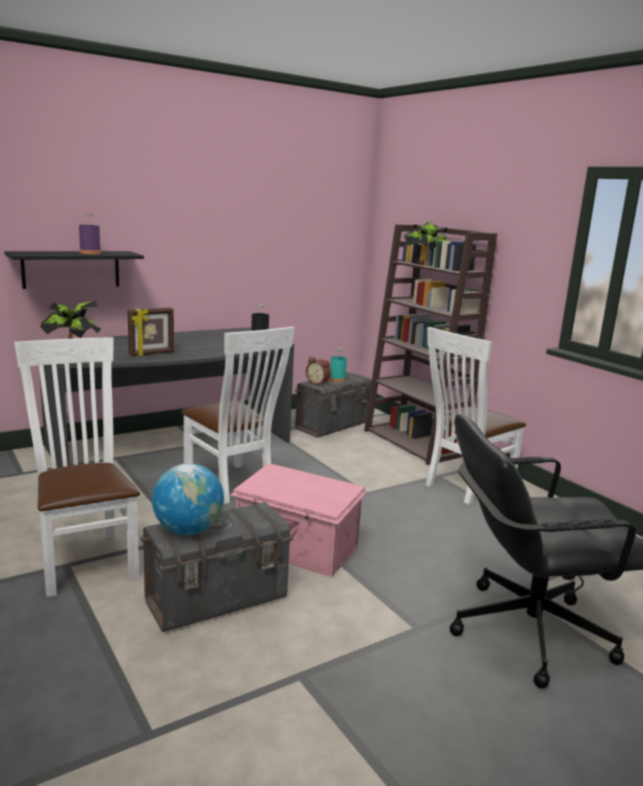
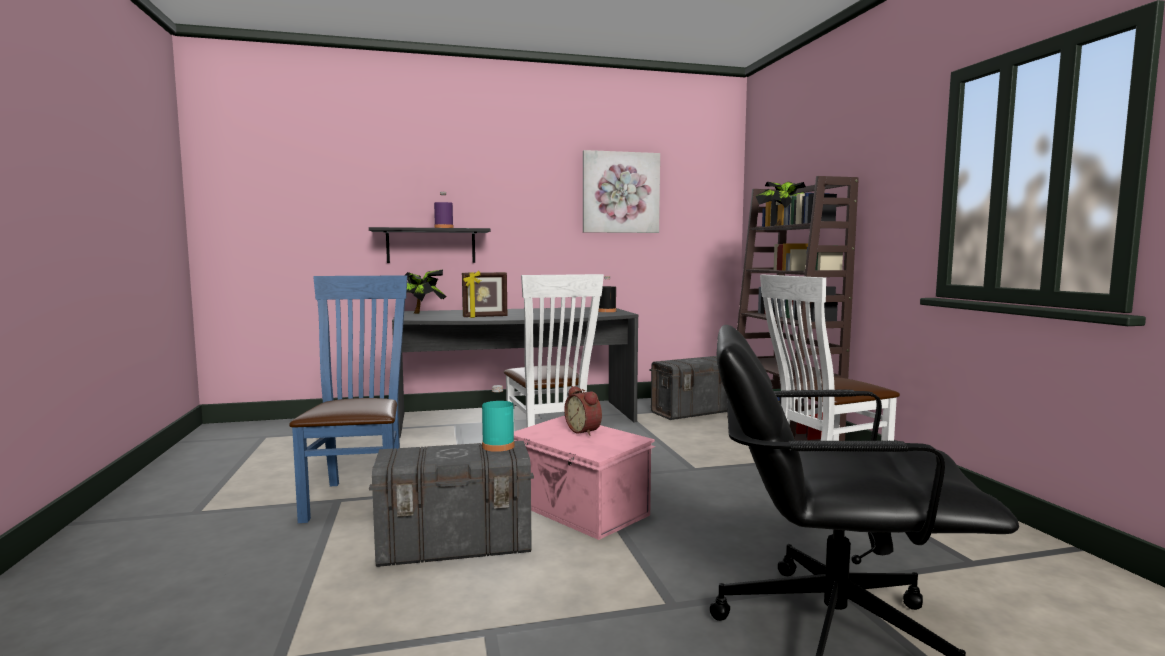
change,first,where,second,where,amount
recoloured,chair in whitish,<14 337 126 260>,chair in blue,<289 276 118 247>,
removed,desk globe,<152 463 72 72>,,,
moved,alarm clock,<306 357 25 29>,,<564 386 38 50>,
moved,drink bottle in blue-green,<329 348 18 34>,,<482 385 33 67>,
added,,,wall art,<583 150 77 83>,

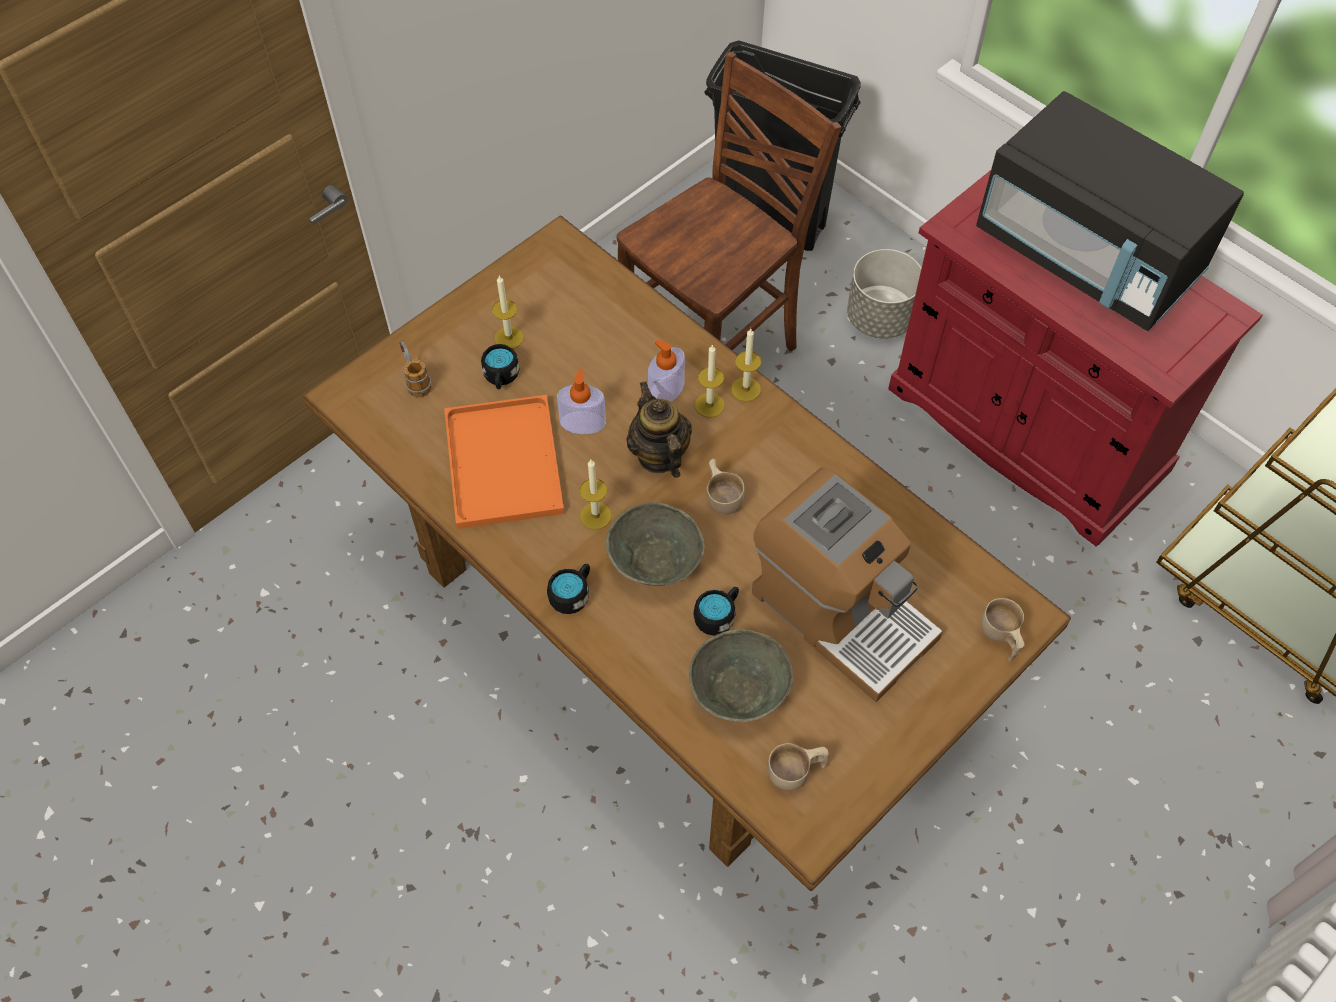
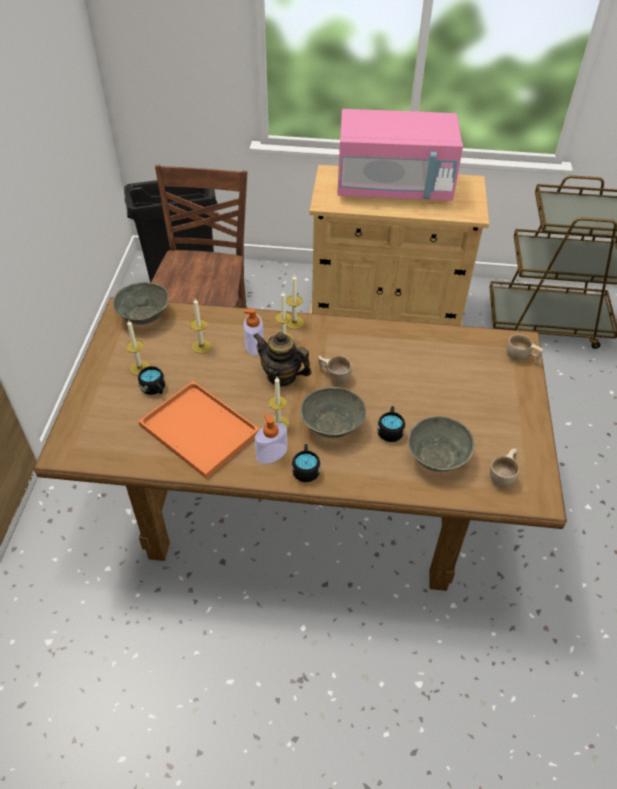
change,first,where,second,where,amount
removed,coffee mug,<399 341 33 57>,,,
moved,liquid soap bottle,<557 370 49 64>,,<255 413 32 51>,
removed,coffee machine,<752 467 191 235>,,,
removed,planter in grey,<847 249 75 90>,,,
recoloured,cabinet in red-coloured,<888 170 374 377>,cabinet in beige,<310 165 179 161>,
recoloured,microwave oven in black-coloured,<976 91 268 240>,microwave oven in pink,<337 109 126 91>,
added,,,serving bowl in grey,<113 282 56 43>,
added,,,wax light,<190 299 22 55>,

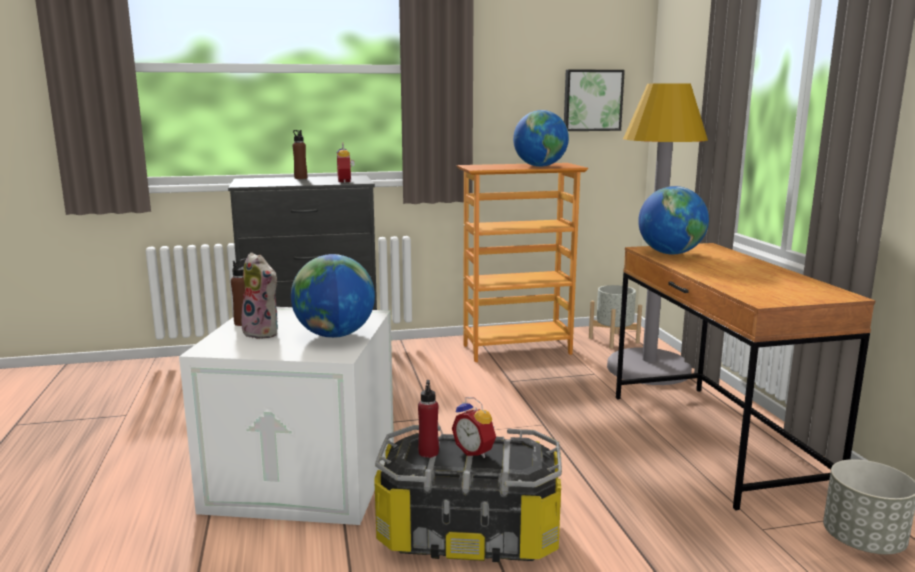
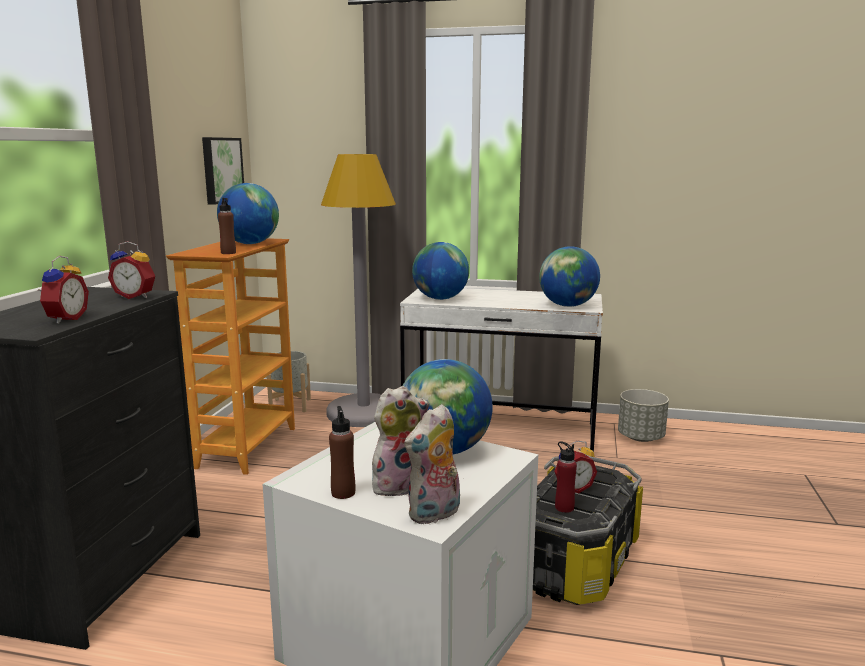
change,first,where,second,where,amount
moved,drink bottle in brown,<293 130 14 49>,,<218 198 18 56>,
recoloured,desk in brown,<616 243 259 268>,desk in whitish,<400 288 203 164>,
added,,,alarm clock,<38 256 51 68>,
added,,,plush toy,<404 404 56 120>,
added,,,desk globe,<539 246 61 61>,

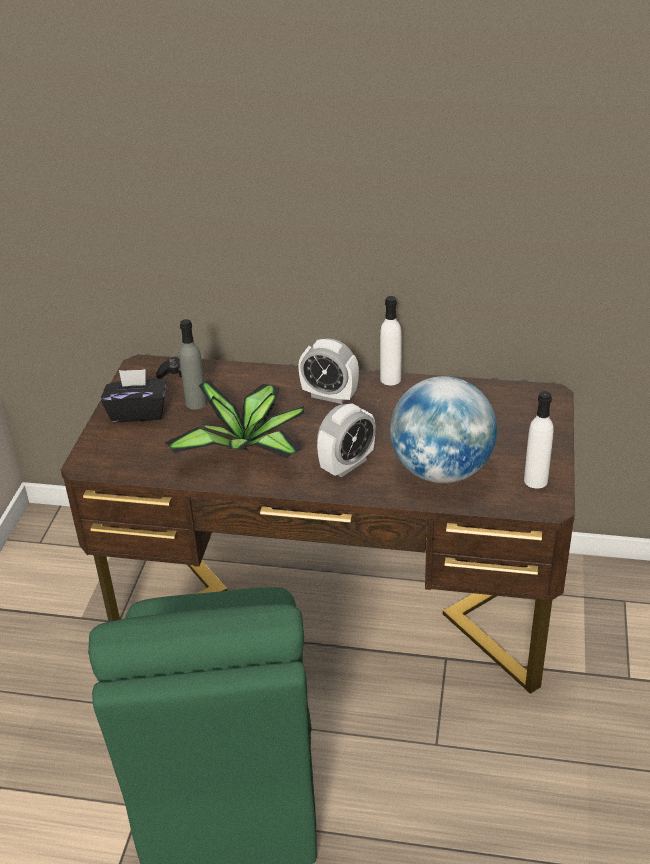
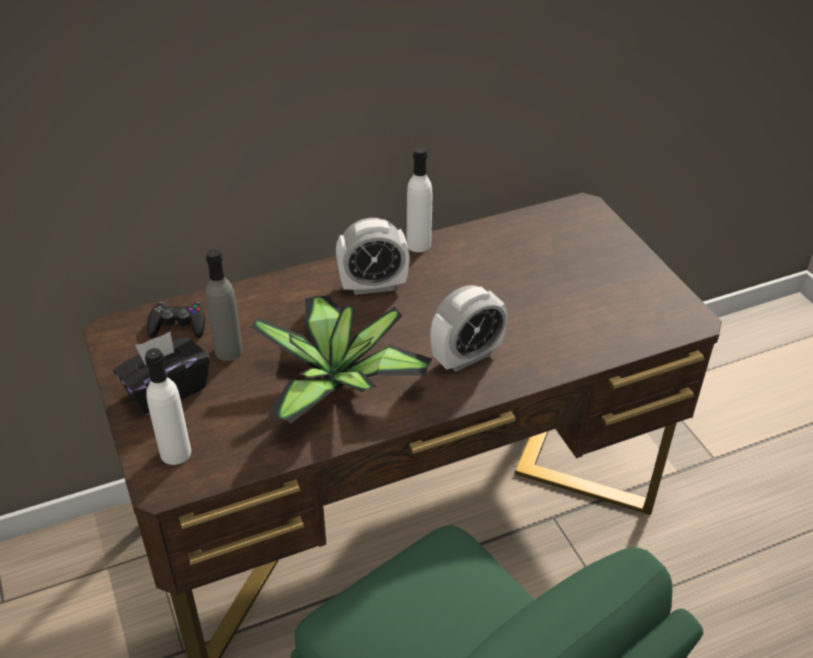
change,first,where,second,where,amount
turned,alarm clock,<317 403 59 74>,,<431 285 76 87>,45 degrees clockwise
removed,desk globe,<390 376 107 107>,,,
moved,drink bottle in whitish,<524 391 30 98>,,<145 348 46 117>,

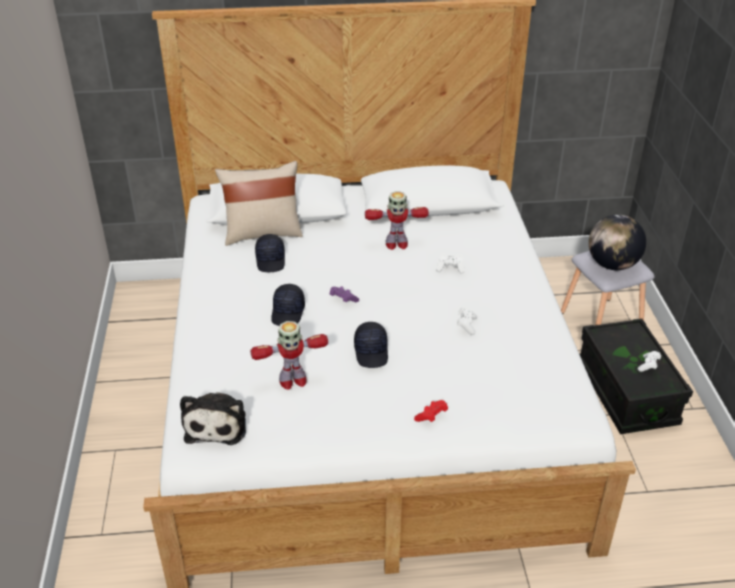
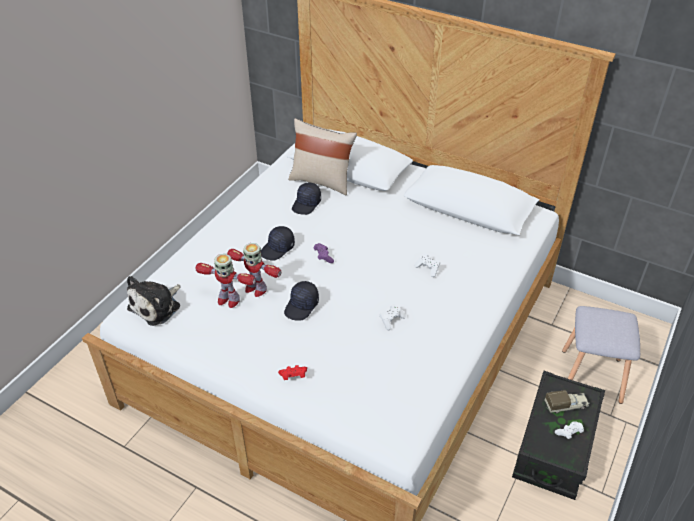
change,first,where,second,where,amount
moved,toy robot,<365 191 64 59>,,<227 243 54 54>,
removed,desk globe,<589 214 57 56>,,,
added,,,toy lorry,<545 390 44 23>,

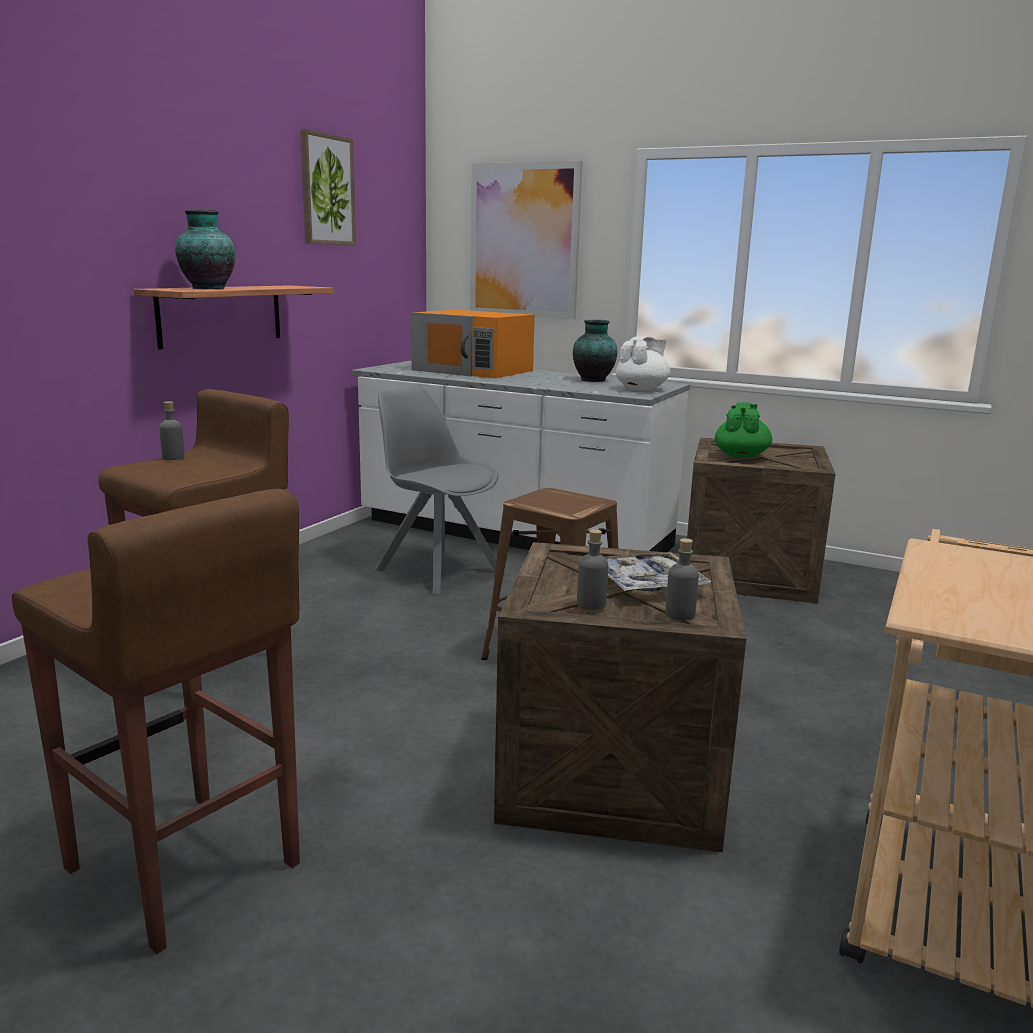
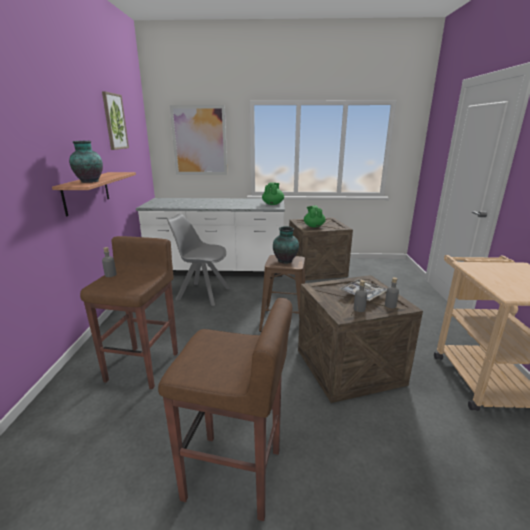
change,first,where,second,where,amount
removed,microwave oven in orange,<411 310 124 68>,,,
moved,flower vase,<573 319 44 63>,,<273 226 26 38>,
recoloured,teapot in whitish,<615 336 55 55>,teapot in green,<262 182 22 23>,

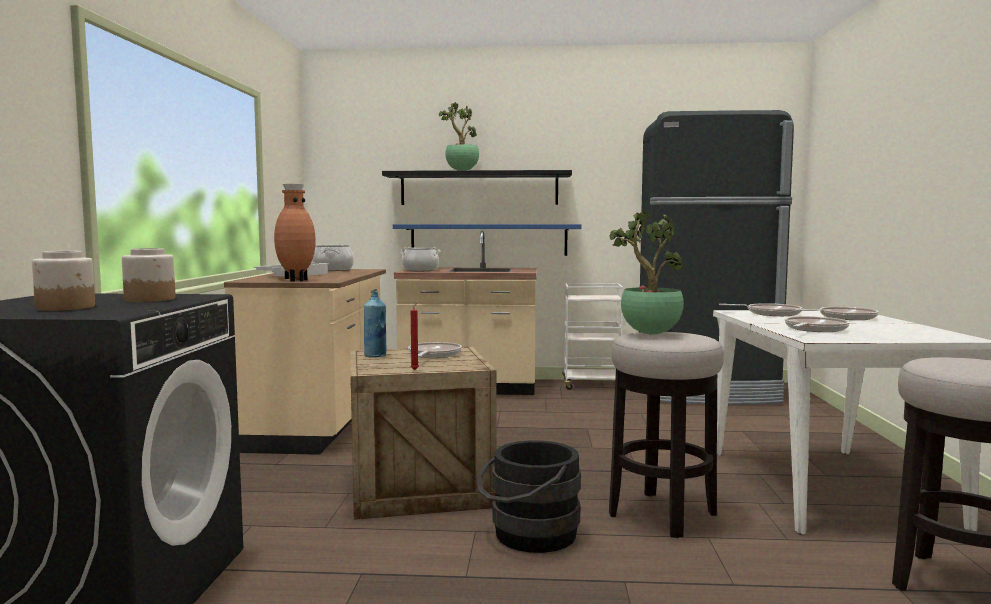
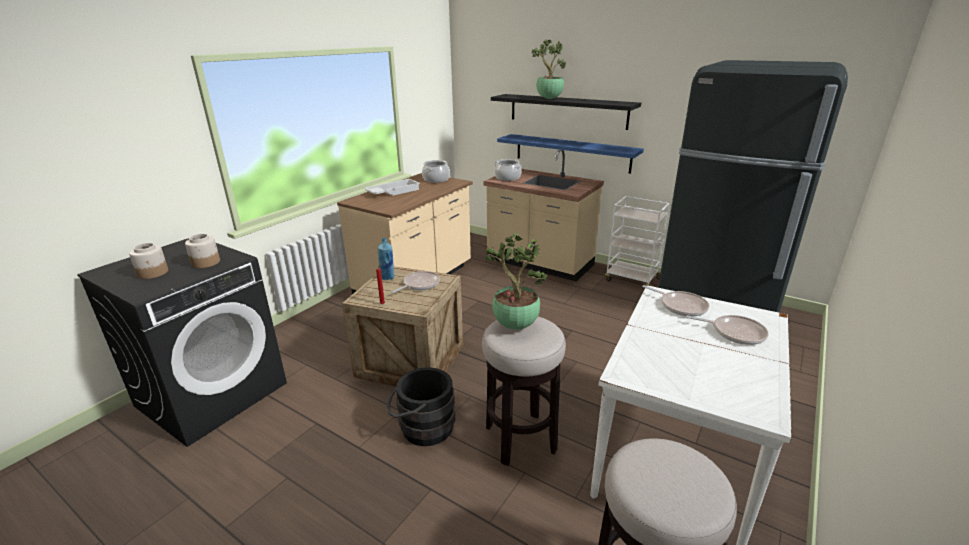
change,first,where,second,where,amount
removed,flower vase in brown,<274 184 42 98>,,,
removed,skillet,<785 316 64 16>,,,

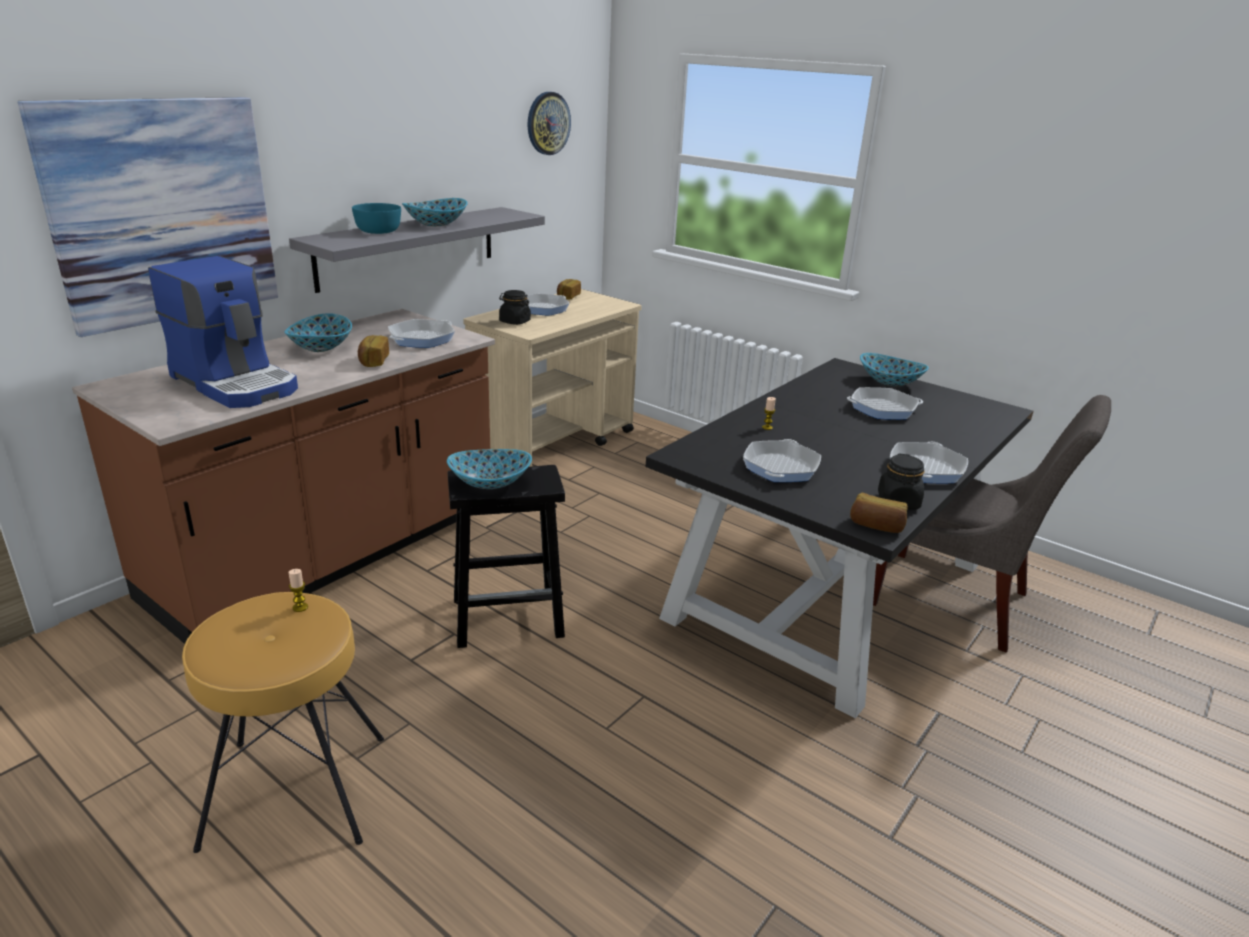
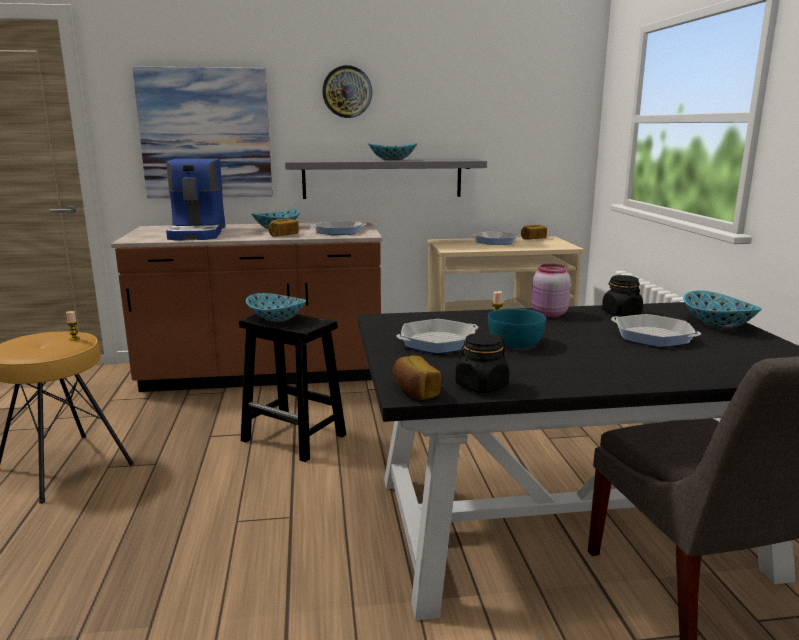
change,first,where,second,where,amount
moved,serving bowl in blue-green,<352 203 49 31>,,<488 308 58 40>,
moved,storage jar in black-coloured,<499 290 32 35>,,<602 275 41 41>,
moved,wall clock,<527 92 44 63>,,<322 65 50 53>,
removed,skillet,<890 442 78 41>,,,
added,,,storage jar in pink,<532 264 39 53>,

